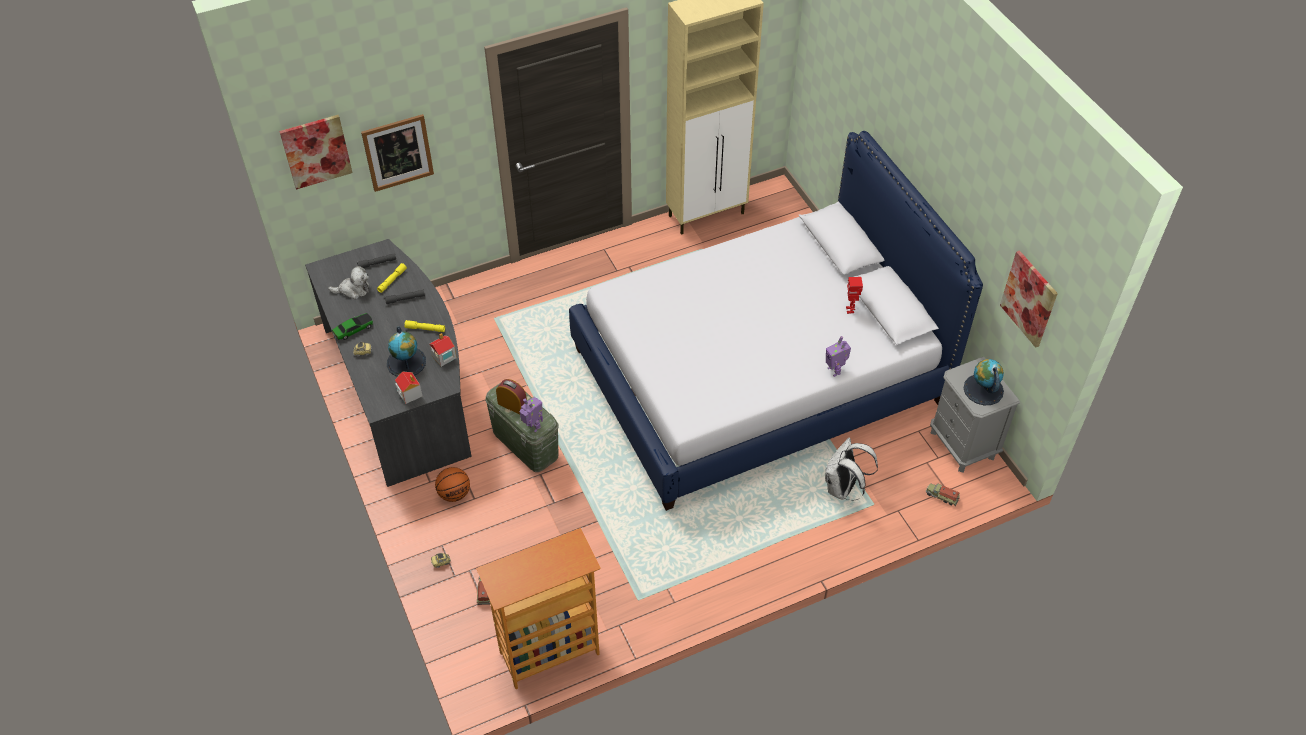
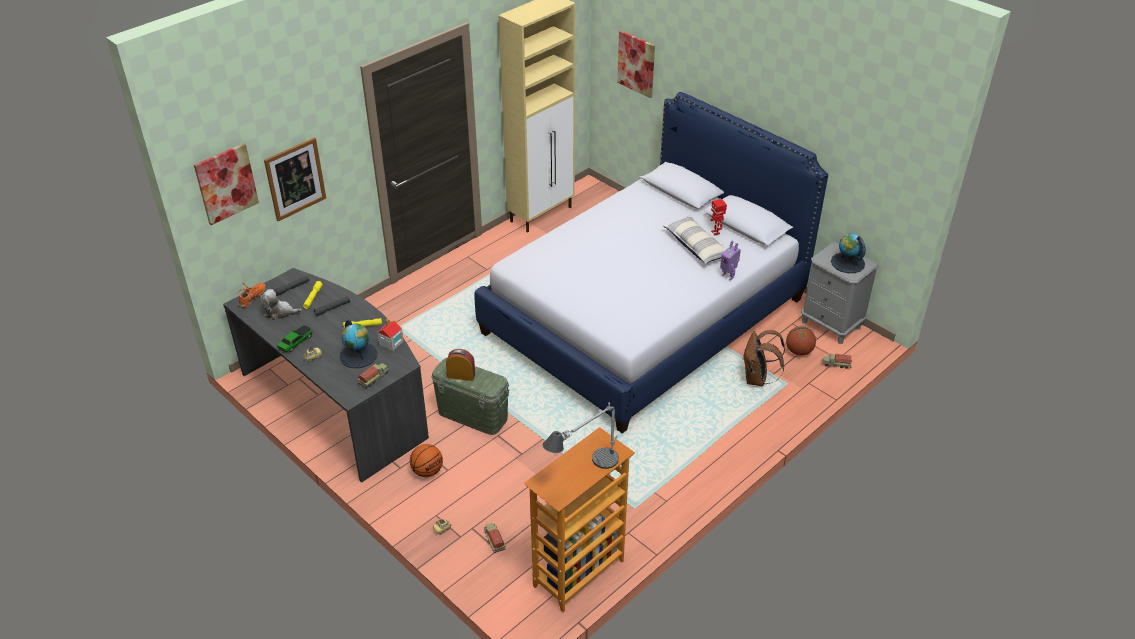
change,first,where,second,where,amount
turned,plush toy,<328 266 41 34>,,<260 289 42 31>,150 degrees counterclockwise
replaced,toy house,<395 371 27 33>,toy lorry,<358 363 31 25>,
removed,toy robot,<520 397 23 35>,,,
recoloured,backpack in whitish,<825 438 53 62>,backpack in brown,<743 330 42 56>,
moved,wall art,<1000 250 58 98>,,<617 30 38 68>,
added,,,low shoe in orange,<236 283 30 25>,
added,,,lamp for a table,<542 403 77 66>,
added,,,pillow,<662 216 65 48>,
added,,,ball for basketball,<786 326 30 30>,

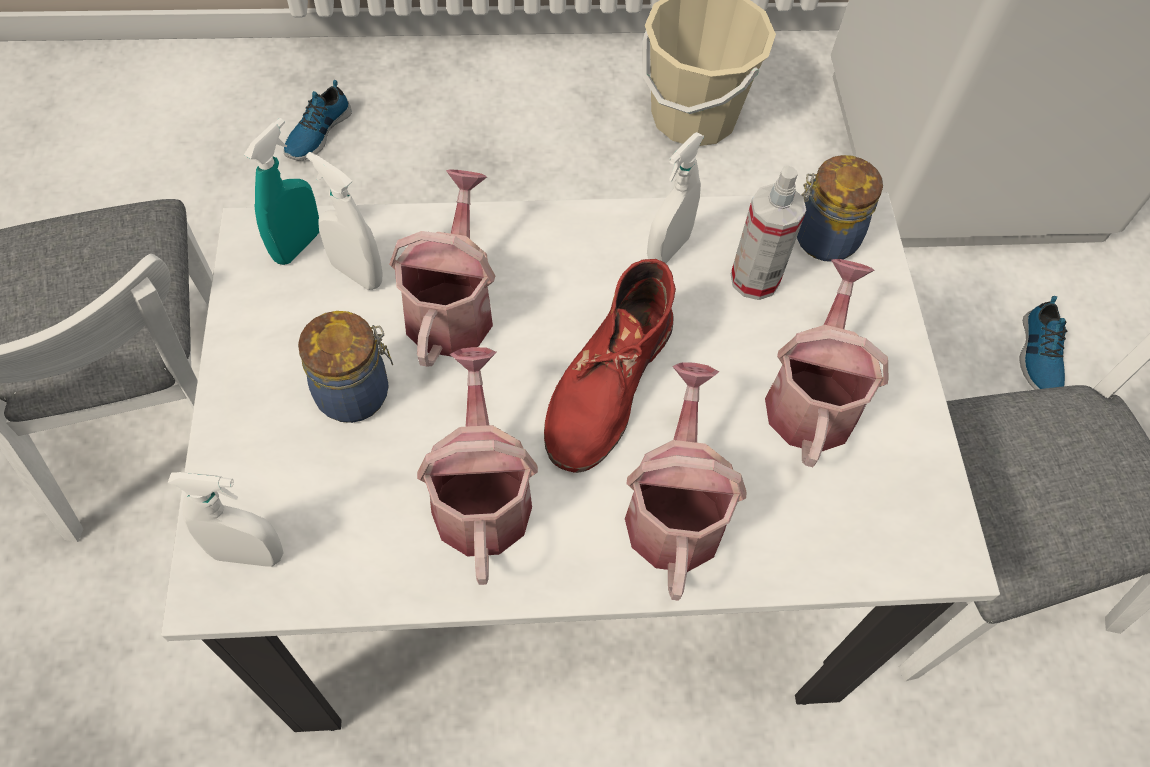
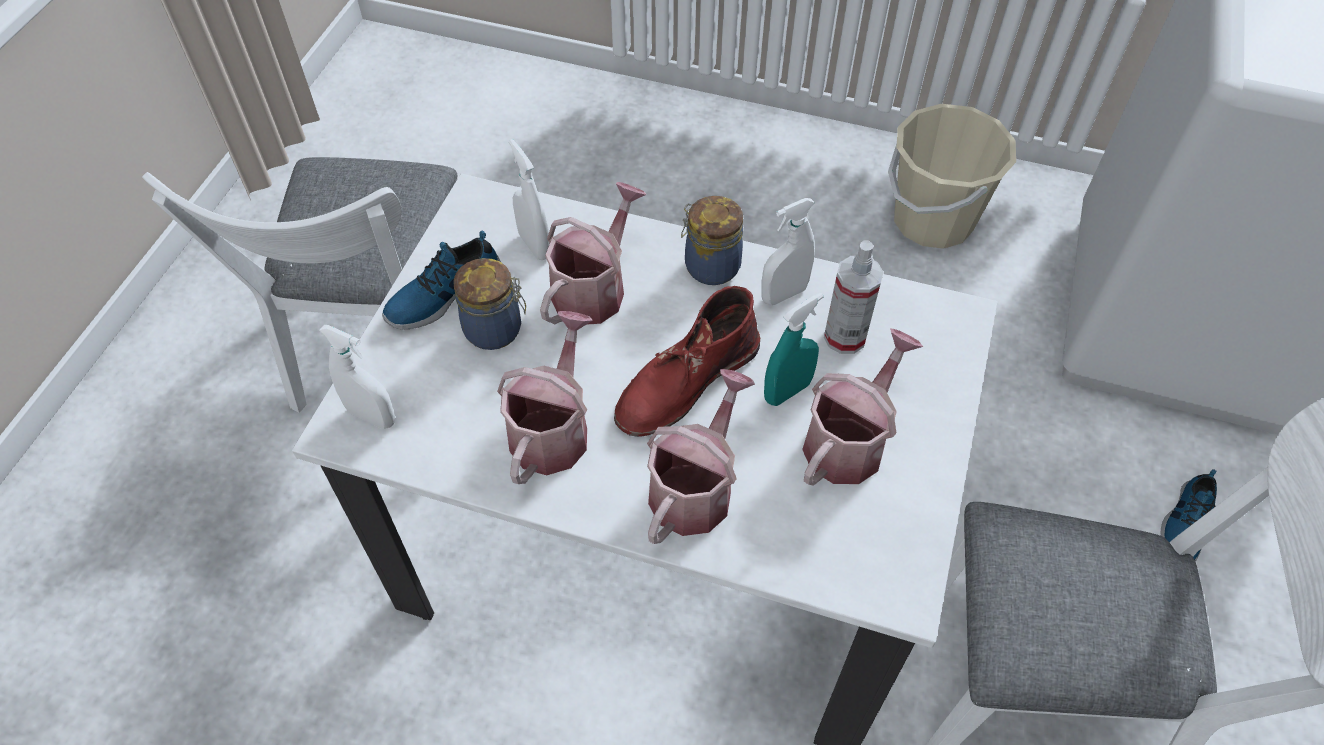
change,first,where,second,where,amount
moved,spray bottle in blue-green,<244 118 75 147>,,<764 293 59 113>,
moved,low shoe,<284 80 68 81>,,<382 231 119 98>,
moved,storage jar,<797 155 86 107>,,<681 196 62 89>,

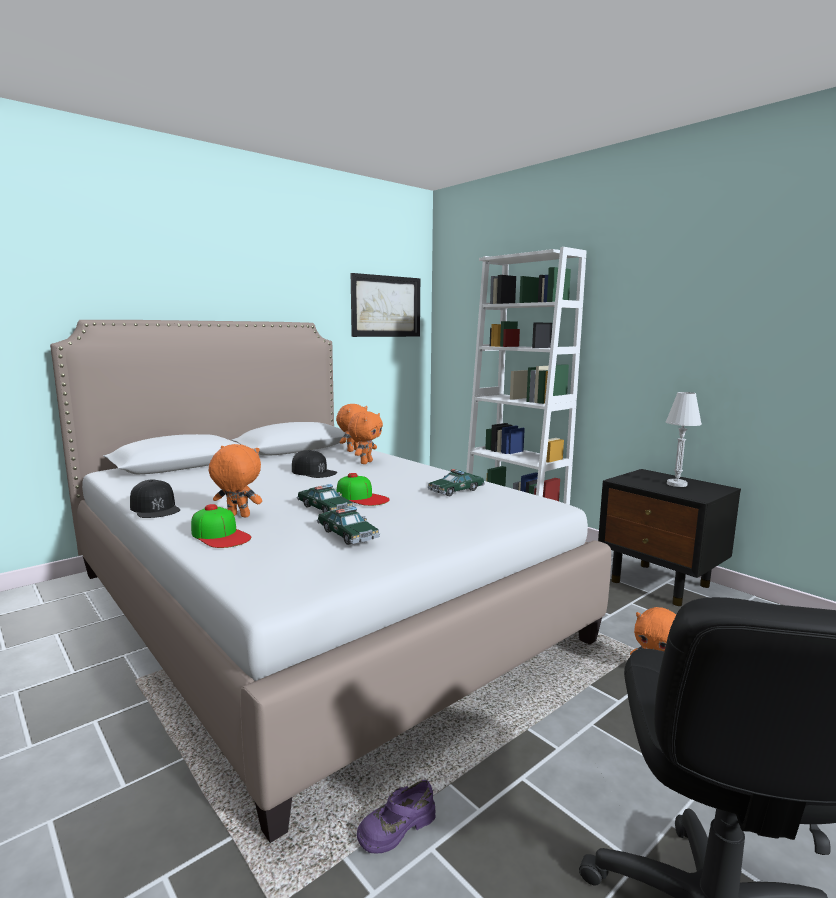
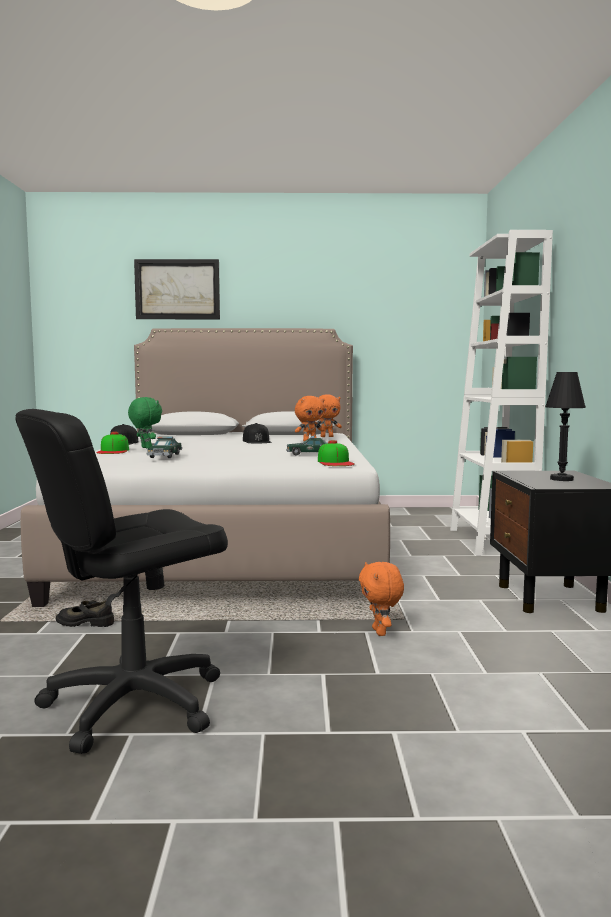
change,first,where,second,where,amount
recoloured,plush toy in orange,<209 444 53 73>,plush toy in green,<128 397 34 52>,
removed,toy car,<297 484 57 29>,,,
moved,peaked cap,<336 473 54 33>,,<318 440 37 26>,
moved,wall art,<351 273 69 64>,,<134 259 86 60>,
recoloured,low shoe in purplish,<357 780 78 74>,low shoe in black-coloured,<56 600 58 27>,
recoloured,lamp for a table in whitish,<666 392 36 95>,lamp for a table in black-coloured,<545 372 41 109>,

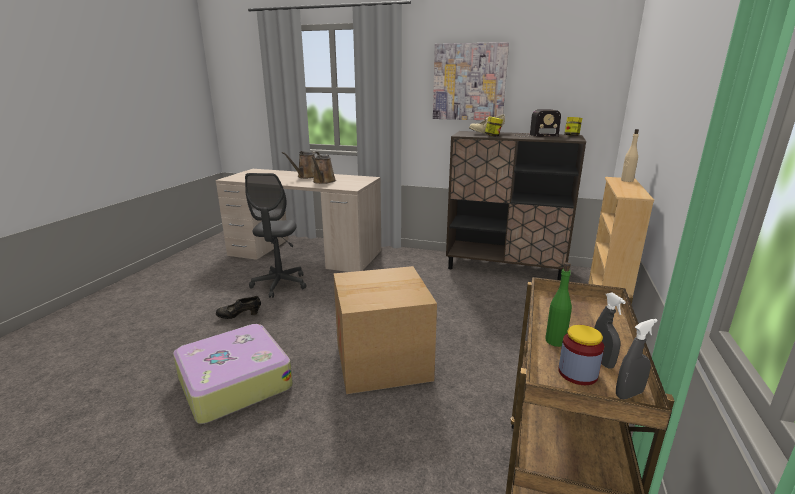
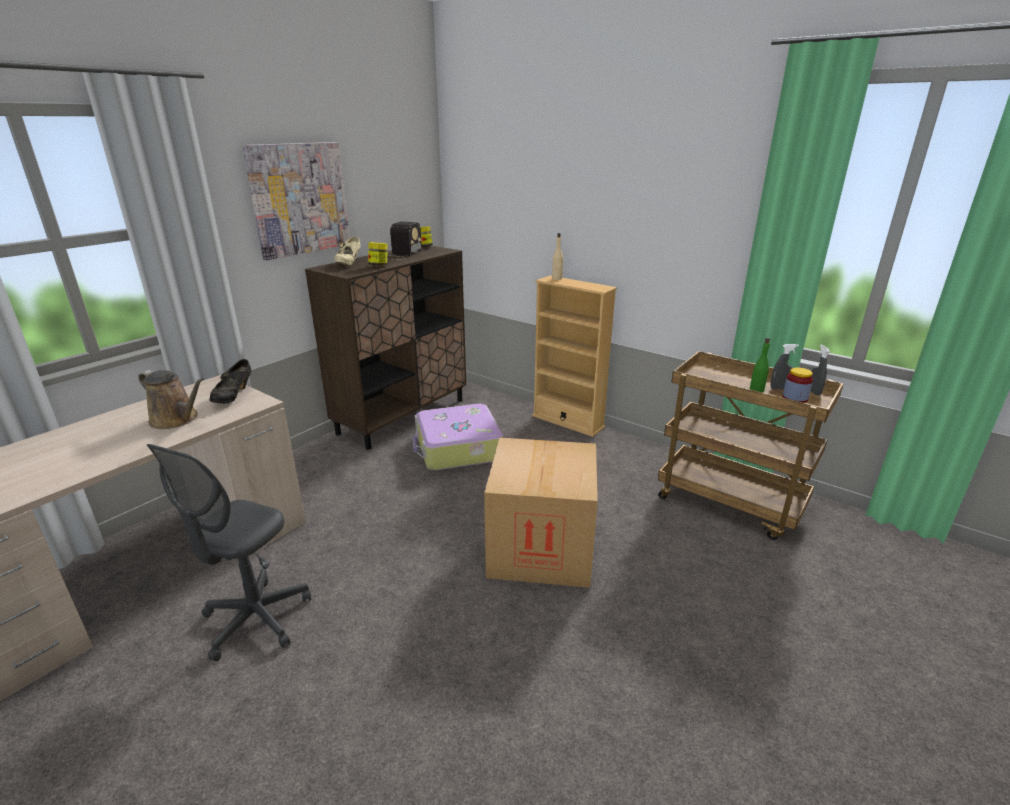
change,first,where,second,where,amount
moved,travel case,<173 324 120 100>,,<413 404 91 67>,
moved,low shoe in black-coloured,<216 296 45 23>,,<210 359 41 45>,
turned,office chair in grey,<245 173 62 125>,,<147 444 164 217>,90 degrees clockwise
removed,sprinkling can in brown,<282 151 38 28>,,,

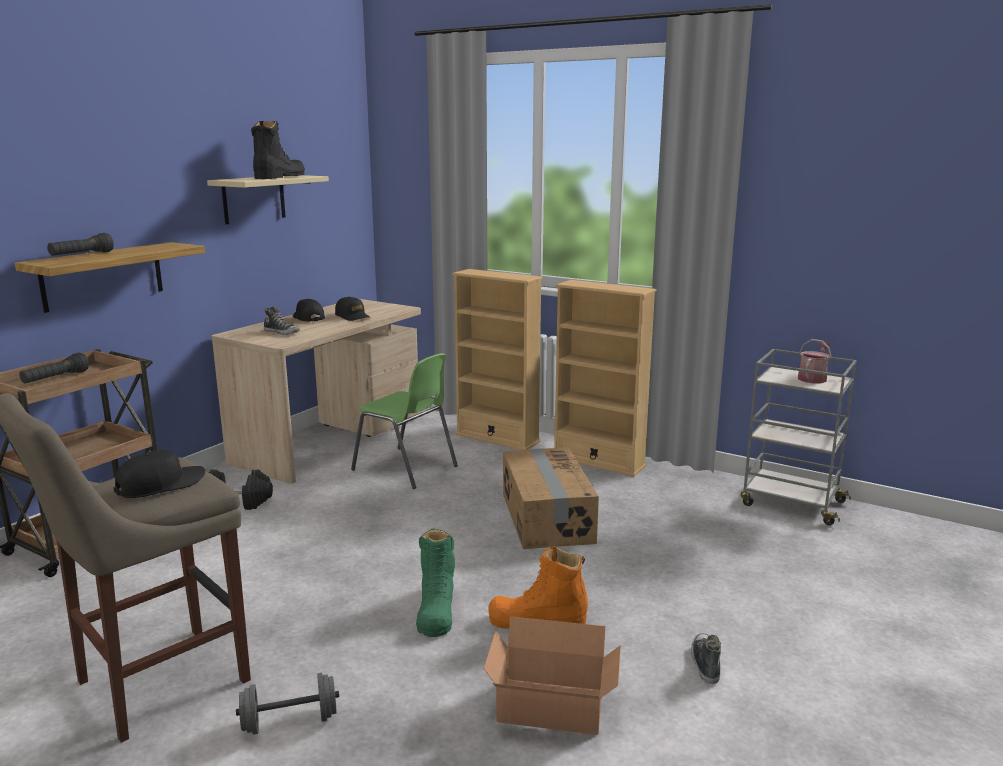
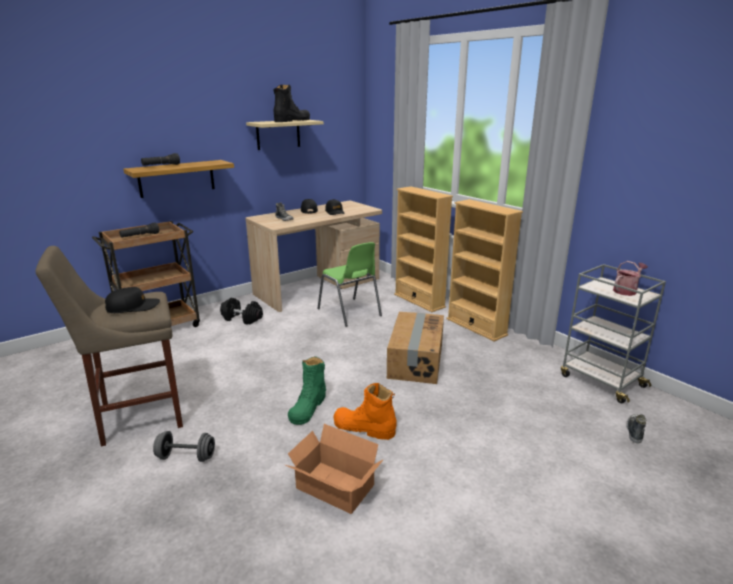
change,first,where,second,where,amount
moved,low shoe,<691 633 30 51>,,<626 414 20 29>,

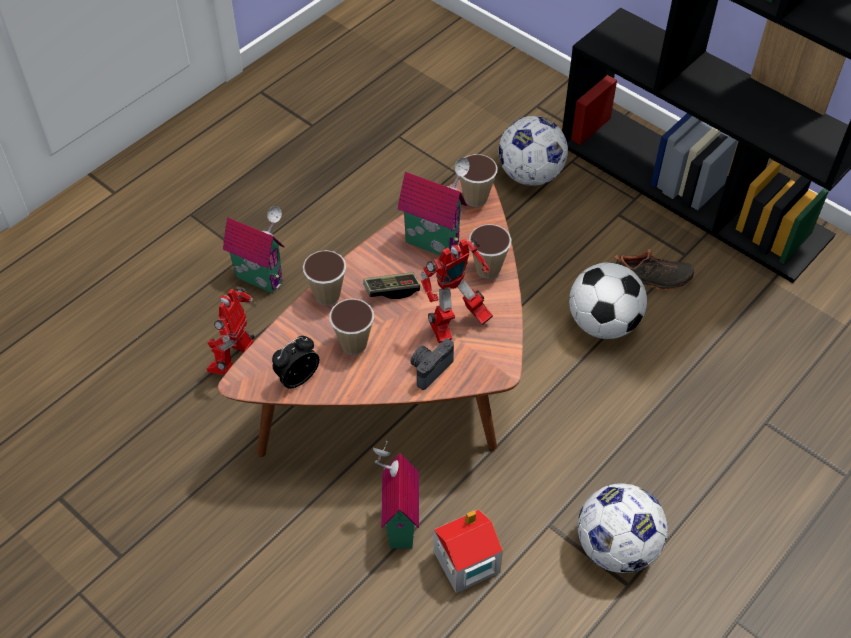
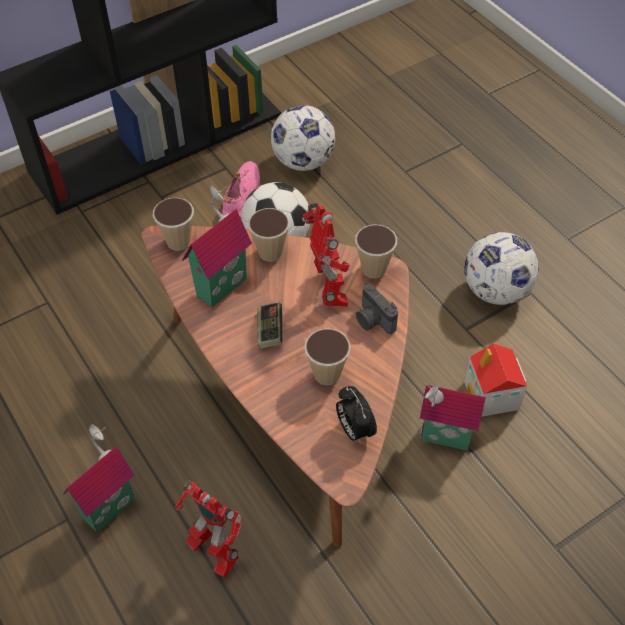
change,first,where,second,where,amount
moved,drinking cup,<303 250 43 55>,,<355 224 42 54>,
moved,football ball,<498 116 70 70>,,<271 105 64 66>,
recoloured,low shoe in black-coloured,<614 249 81 41>,low shoe in pink,<222 161 38 57>,

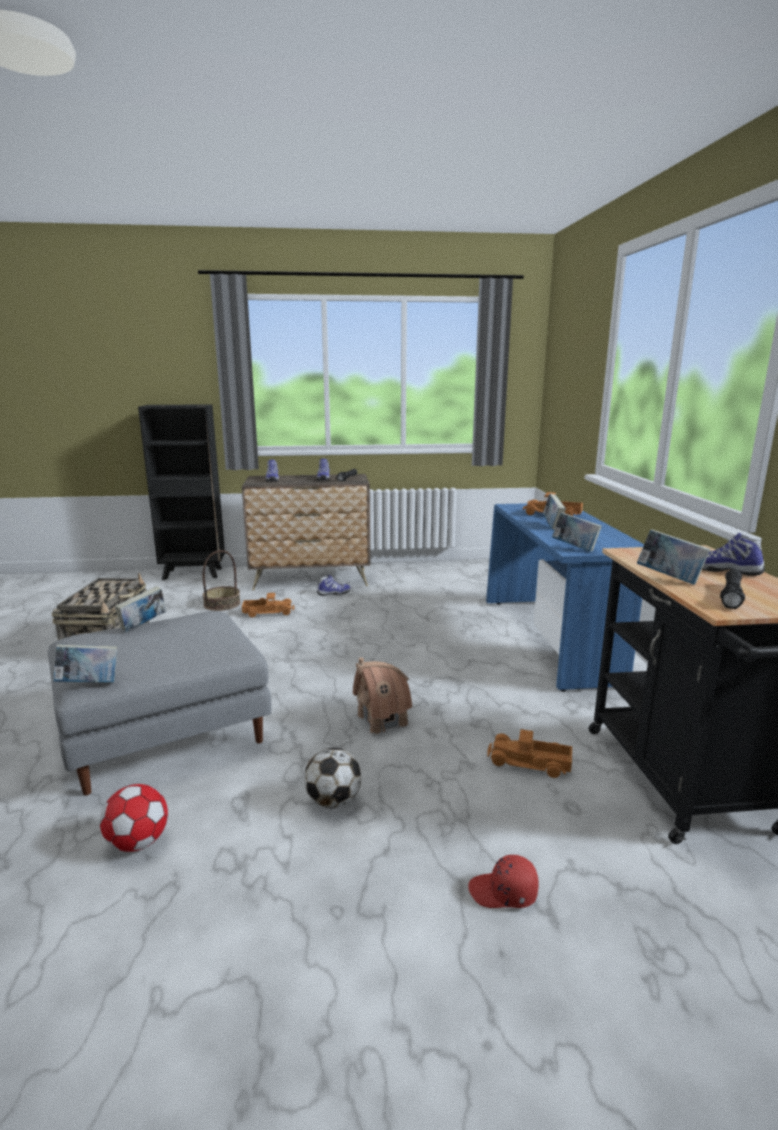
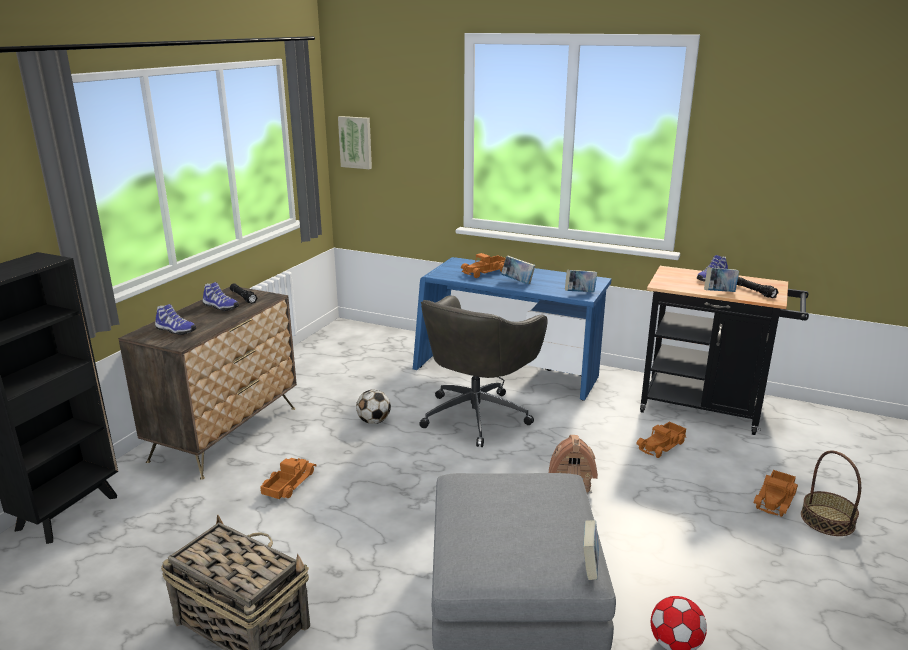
change,first,where,second,where,amount
removed,volume,<115 586 51 46>,,,
moved,basket,<202 550 39 61>,,<801 450 60 86>,
moved,football ball,<304 748 57 60>,,<356 390 35 34>,
removed,low shoe,<317 575 34 21>,,,
replaced,peaked cap in red-coloured,<468 855 71 53>,toy lorry,<754 470 44 47>,
added,,,wall art,<338 116 34 53>,
added,,,office chair in grey,<419 296 128 151>,

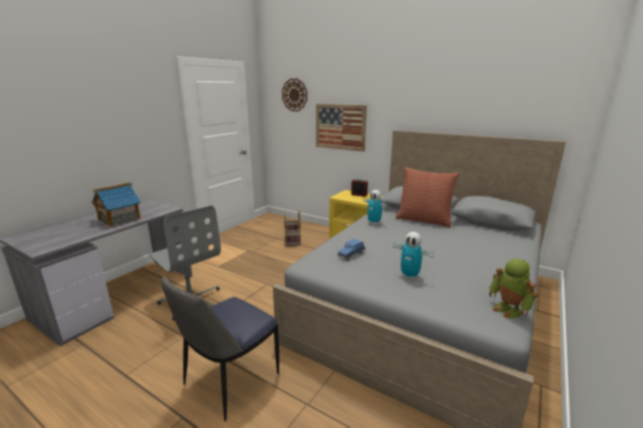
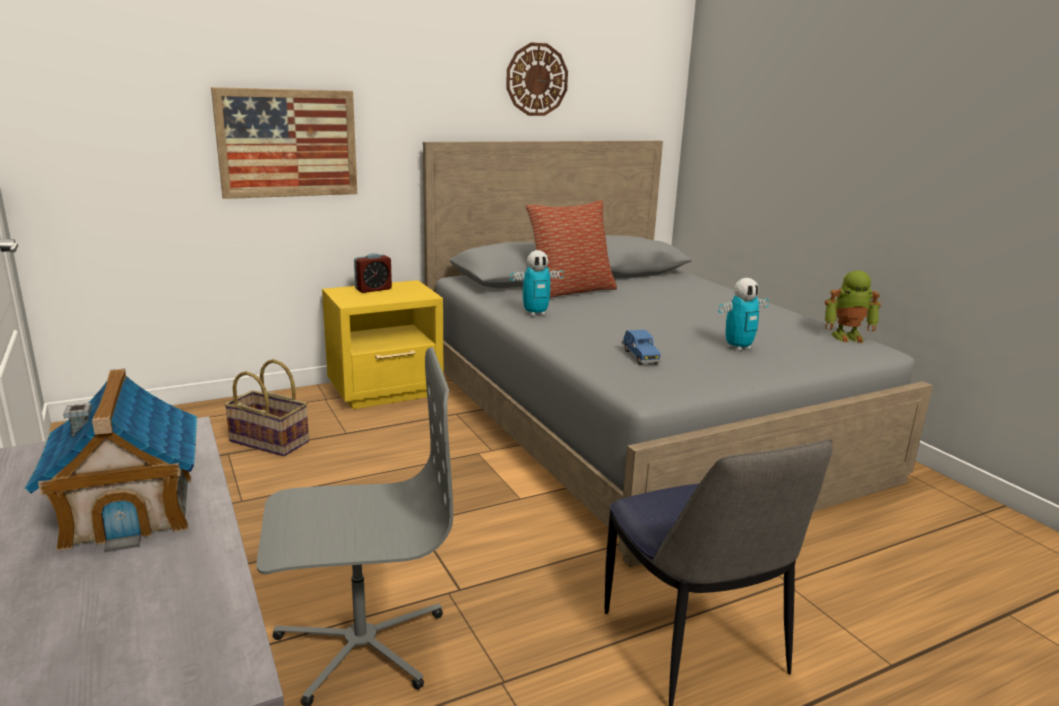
change,first,where,second,where,amount
moved,wall clock,<282 79 25 32>,,<506 43 62 73>,

